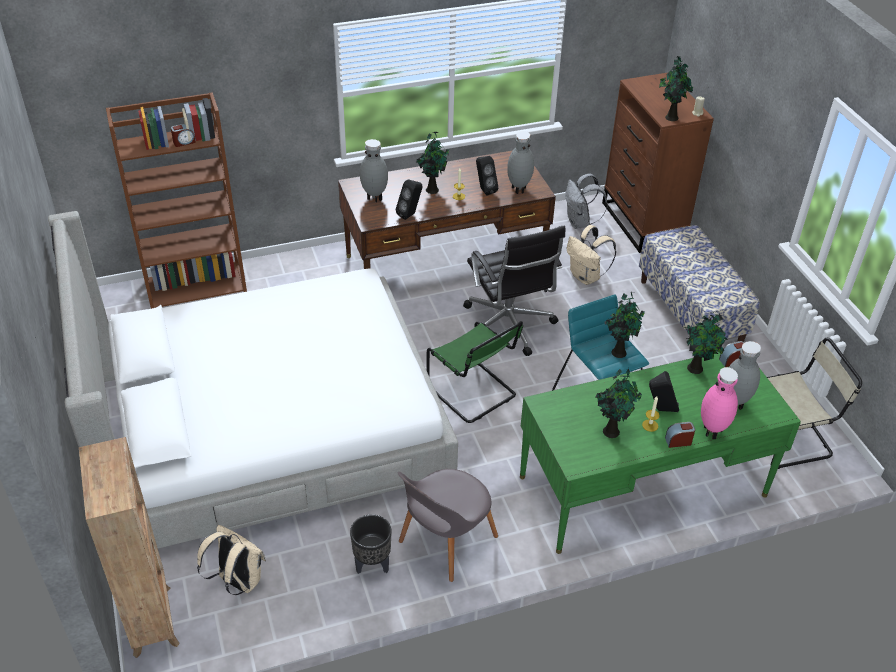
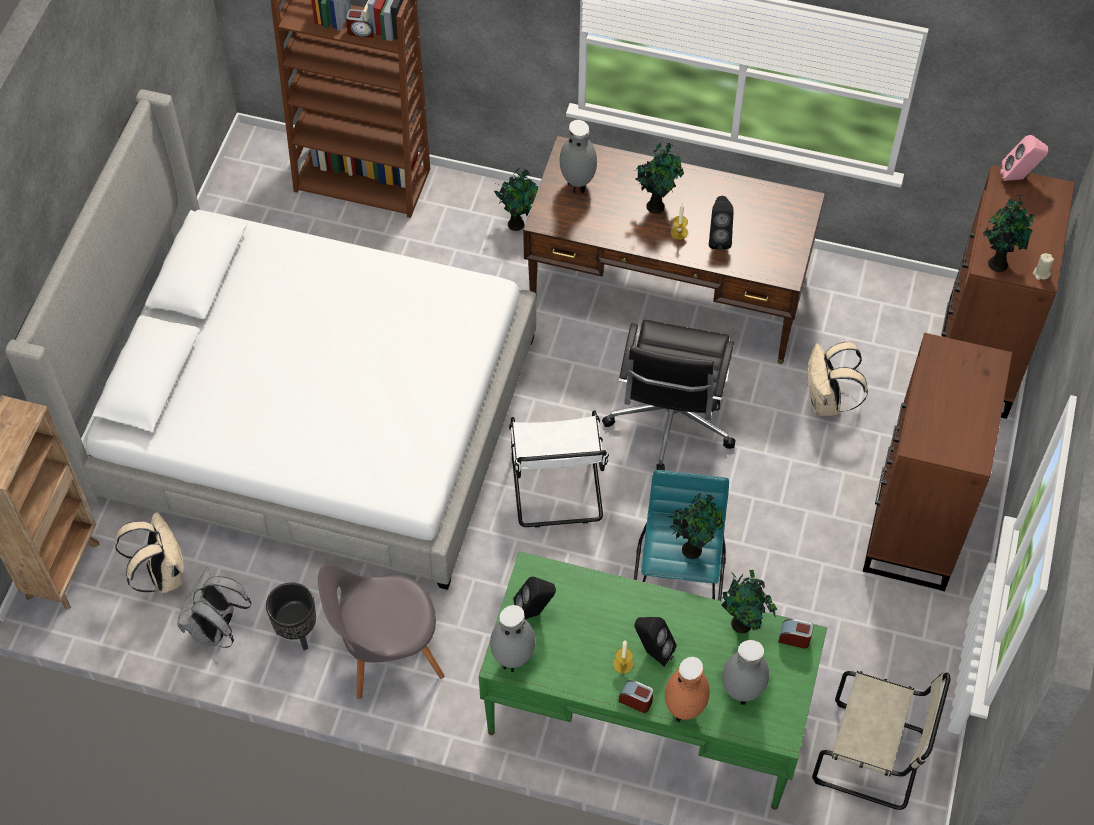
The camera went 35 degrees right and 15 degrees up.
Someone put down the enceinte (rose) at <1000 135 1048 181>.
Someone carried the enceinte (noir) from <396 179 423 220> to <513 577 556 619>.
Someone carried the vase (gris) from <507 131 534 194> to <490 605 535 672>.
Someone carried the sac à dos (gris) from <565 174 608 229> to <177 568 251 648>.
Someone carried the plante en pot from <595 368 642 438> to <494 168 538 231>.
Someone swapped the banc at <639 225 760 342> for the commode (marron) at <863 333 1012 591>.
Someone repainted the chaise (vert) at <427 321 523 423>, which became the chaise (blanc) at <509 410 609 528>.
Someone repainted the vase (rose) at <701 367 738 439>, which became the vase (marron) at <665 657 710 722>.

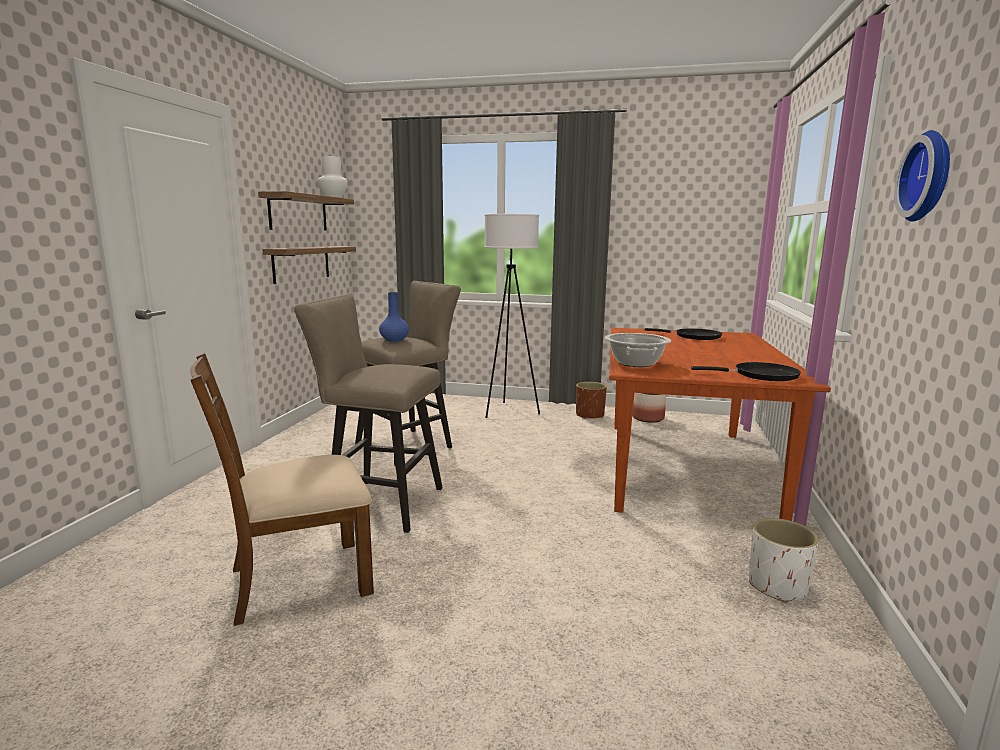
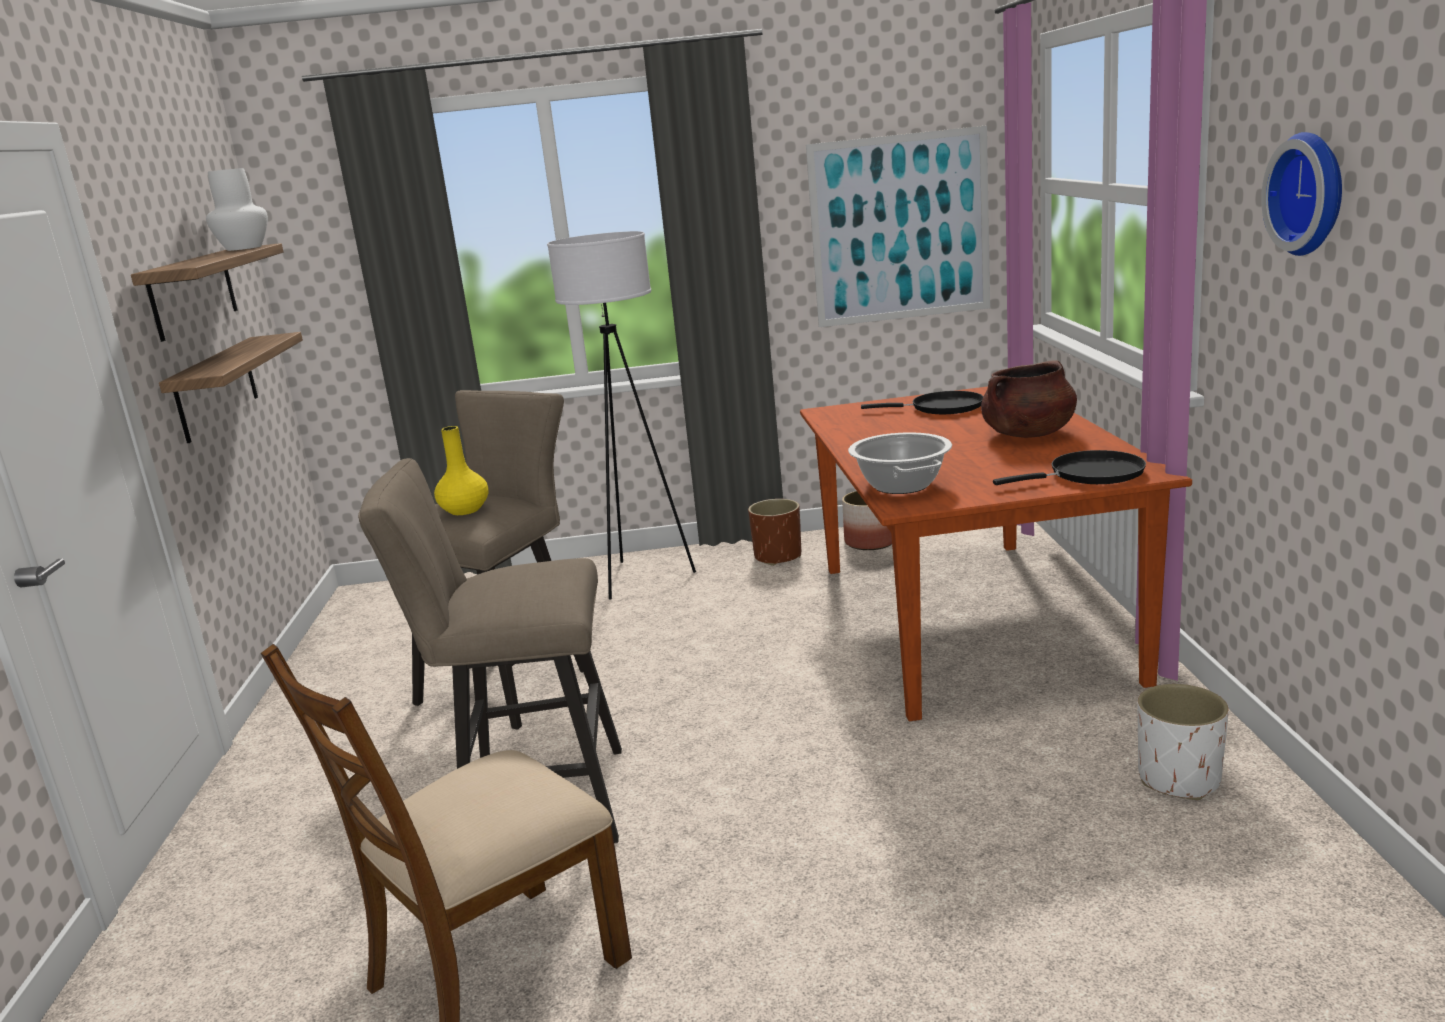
The camera went 15 degrees left and 5 degrees up.
Someone put up the tableau at <806 125 990 327>.
Someone put down the marmite (marron) at <981 360 1077 438>.
Someone repainted the vase (bleu) at <379 292 409 342>, which became the vase (jaune) at <434 426 488 515>.

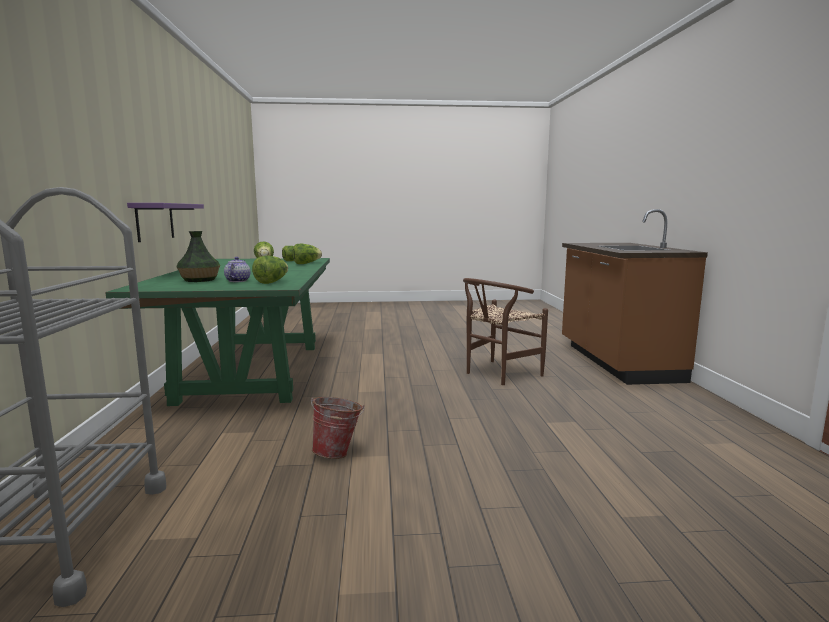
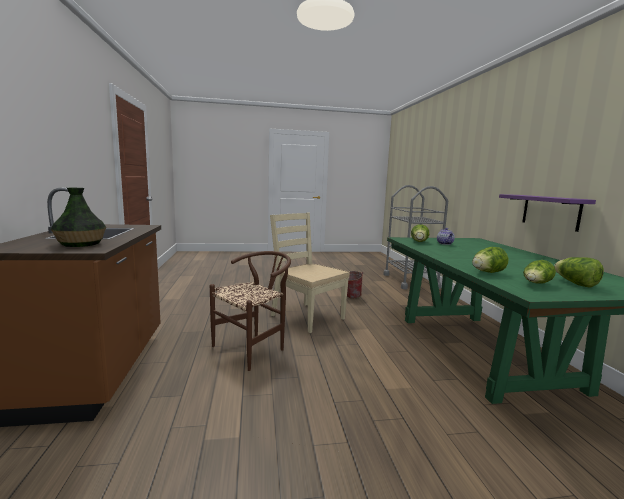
The camera went 175 degrees right and 0 degrees up.
Someone put down the chaise (beige) at <270 213 350 333>.
Someone carried the vase from <176 231 220 282> to <51 188 106 247>.

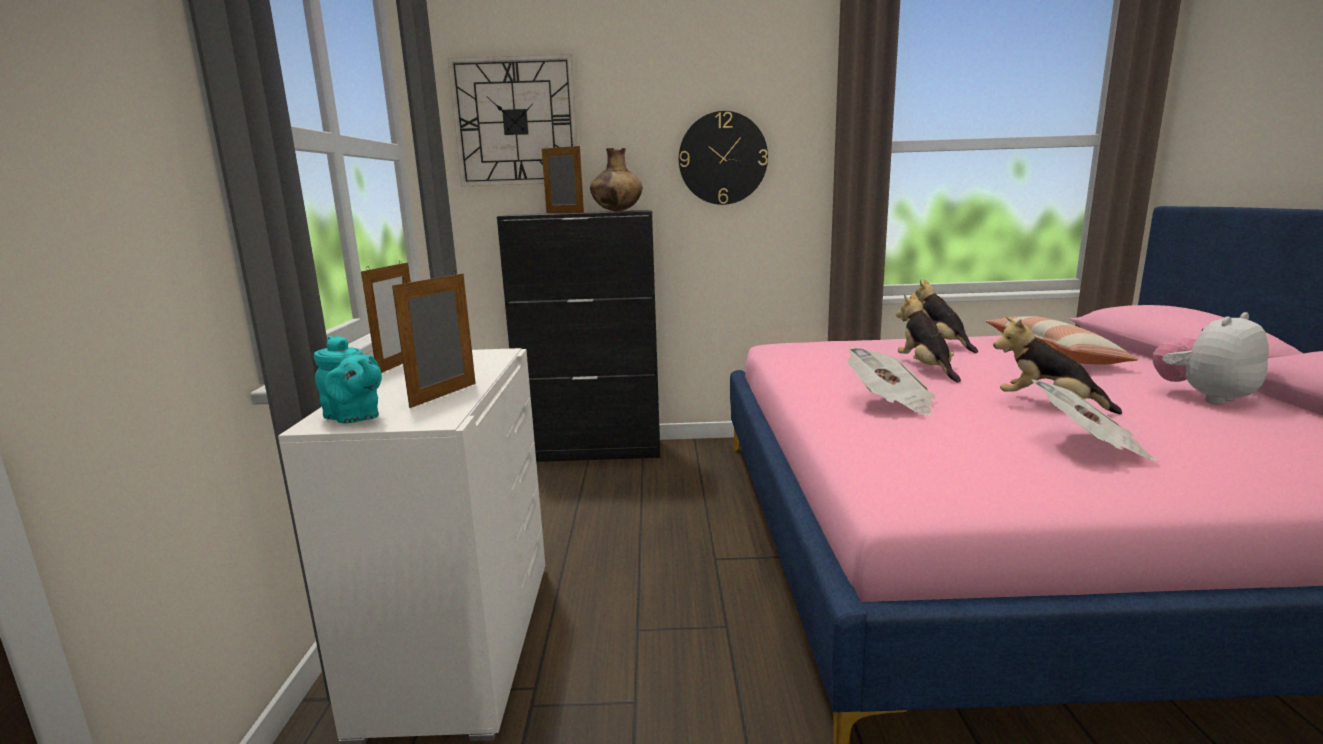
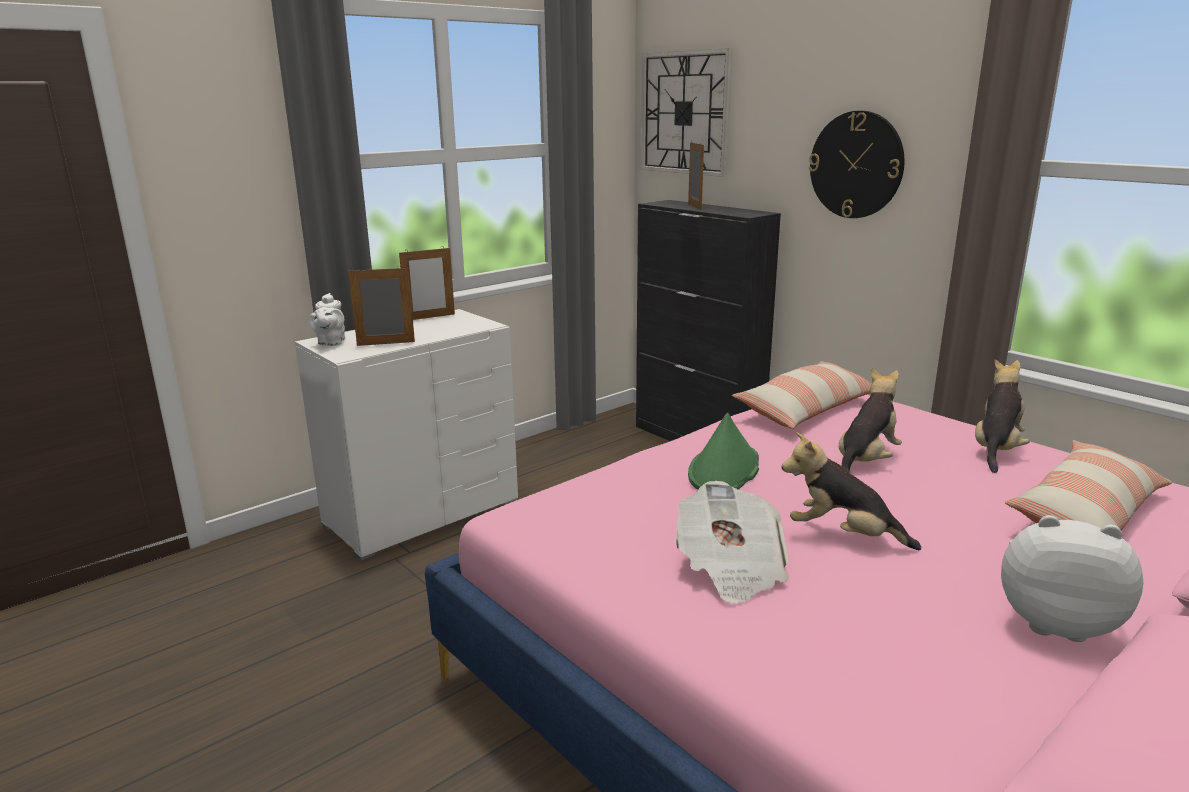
The camera went 50 degrees right and 5 degrees up.
Someone took away the vase (marron) at <590 148 643 211>.
Someone put down the coussin at <732 361 871 429>.
Someone swapped the journal at <847 347 935 416> for the chapeau (vert) at <688 413 759 490>.
Someone repainted the théière (turquoise) at <314 336 382 424>, which became the théière (blanc) at <309 293 345 346>.
Someone rotated the peluche at <993 317 1122 414> by 60 degrees counterclockwise.

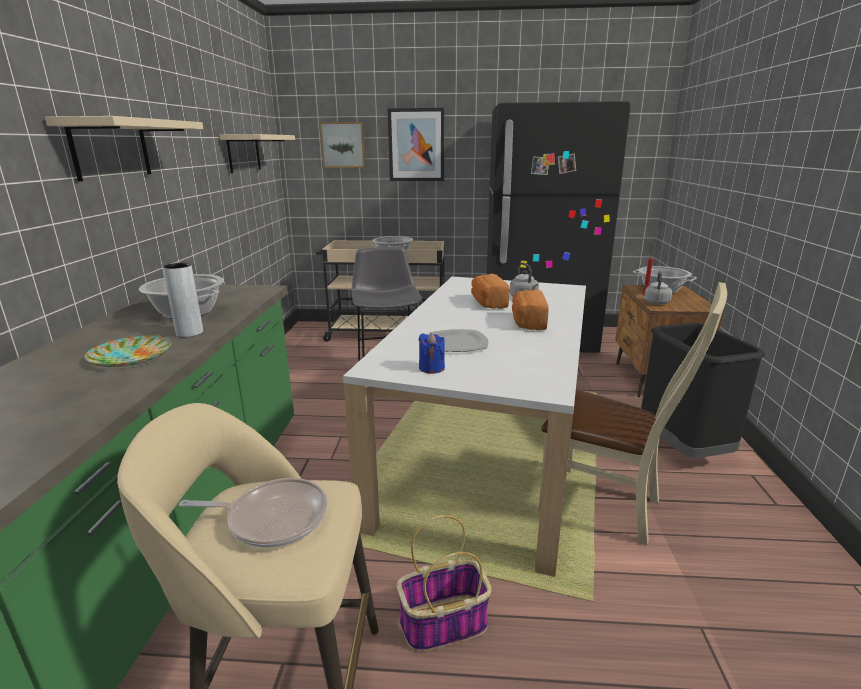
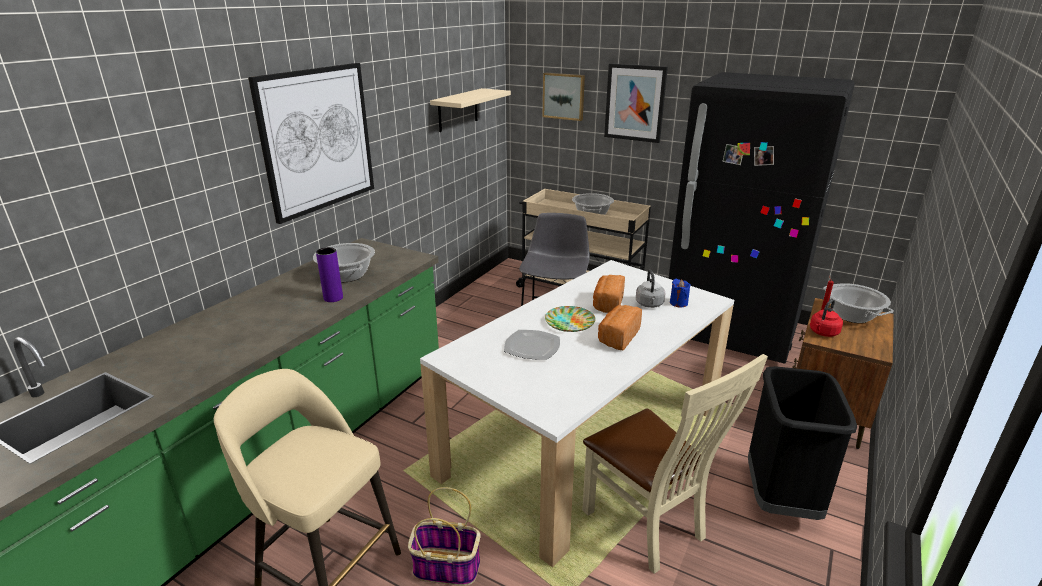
The camera went 25 degrees right and 5 degrees up.
Someone took away the poêle at <179 478 328 548>.
Someone carried the assiette from <84 335 172 367> to <545 306 596 332>.
Someone carried the bougie (bleu) from <418 333 445 374> to <670 279 691 307>.
Someone swapped the étagère (beige) at <45 116 203 182> for the tableau at <248 63 374 224>.
Someone repainted the vase (gris) at <162 263 203 337>, which became the vase (violet) at <316 247 343 302>.
Someone repainted the bouilloire (gris) at <644 271 672 305>, which became the bouilloire (rouge) at <810 299 843 337>.

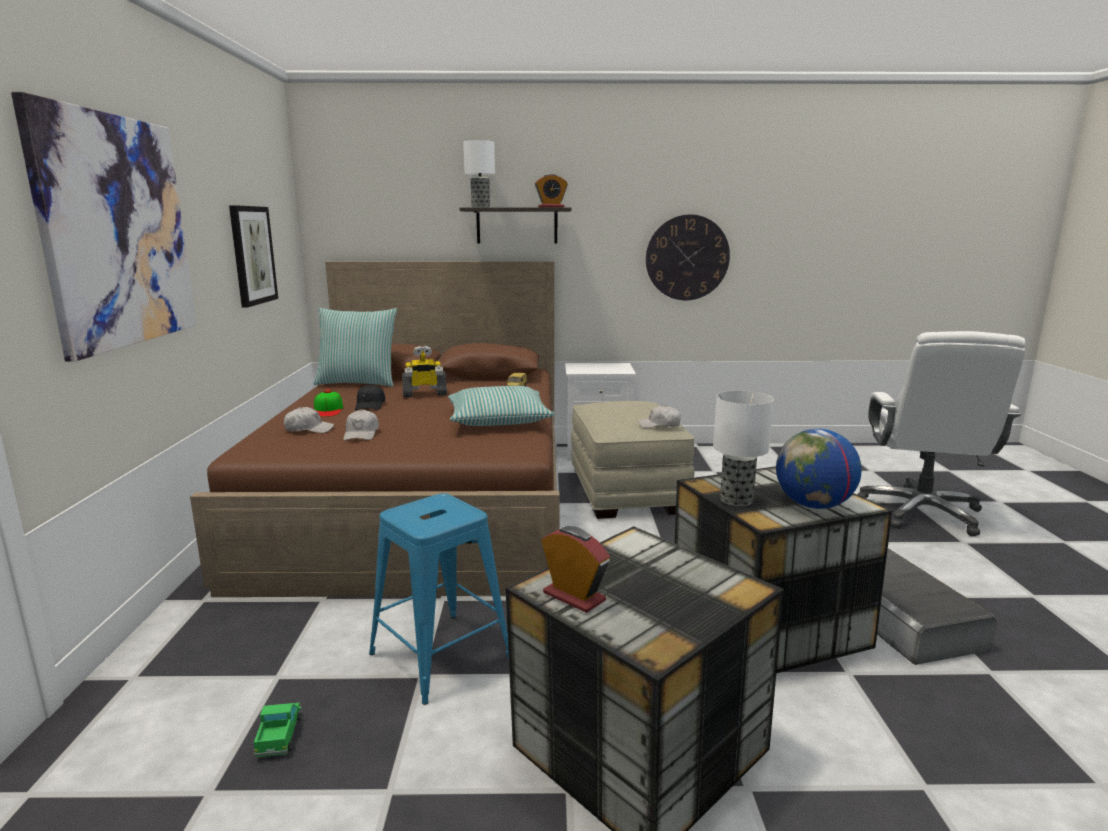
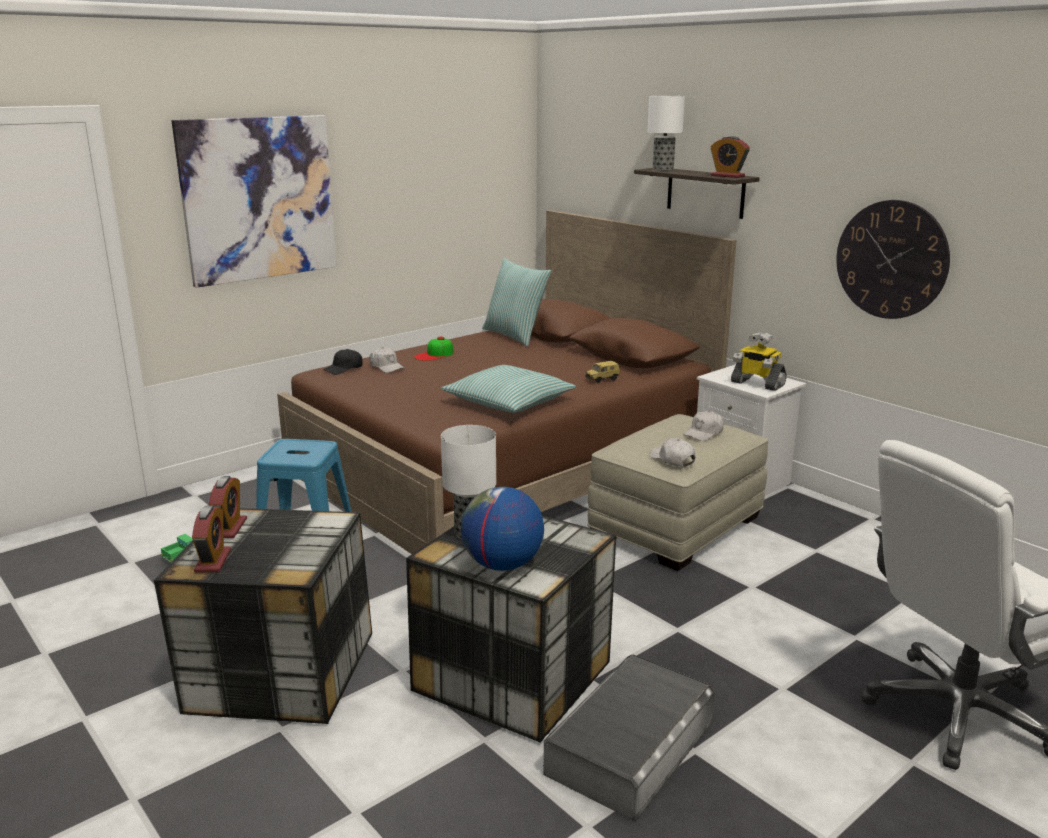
The camera went 50 degrees right and 5 degrees up.
Someone took away the tableau at <229 205 278 308>.
Someone put down the réveil at <192 505 231 573>.
Someone carried the casquette (blanc) from <343 409 379 441> to <683 411 724 441>.
Someone carried the casquette (noir) from <355 384 385 410> to <323 349 363 375>.
Someone carried the robot jouet from <402 346 447 397> to <731 332 787 391>.

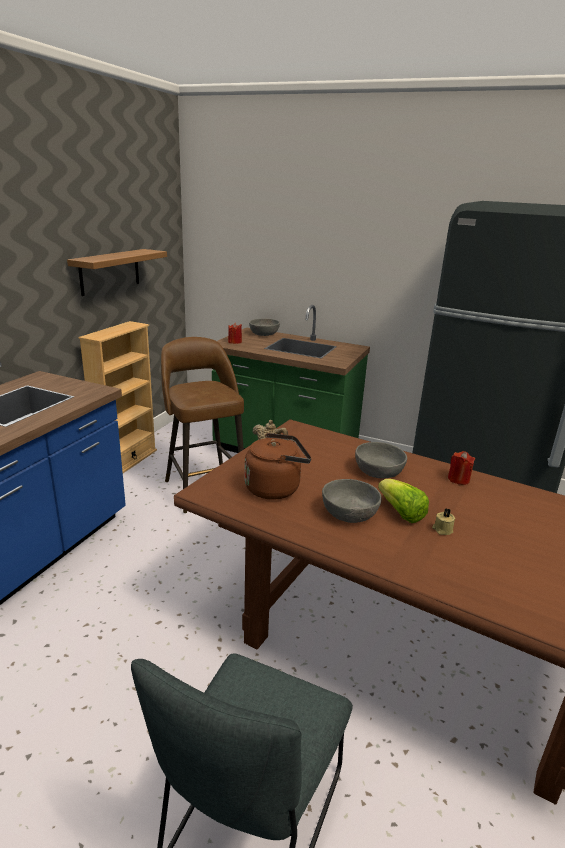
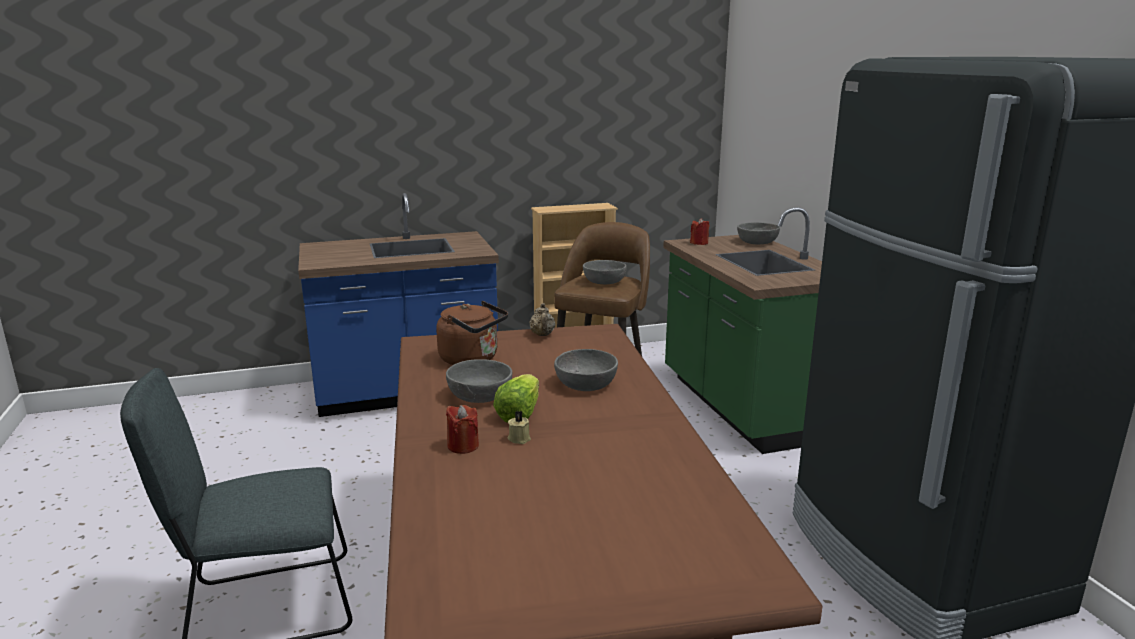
The camera went 50 degrees right and 5 degrees down.
Someone took away the étagère at <67 249 167 296>.
Someone put down the bol (gris) at <583 260 626 284>.
Someone carried the bougie (rouge) from <448 451 475 485> to <446 405 479 454>.

